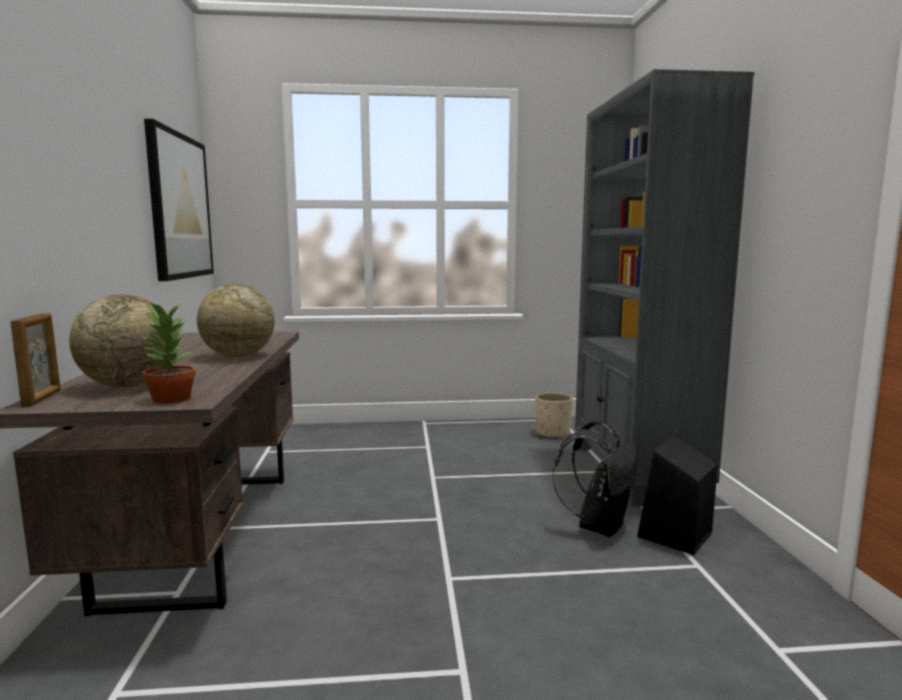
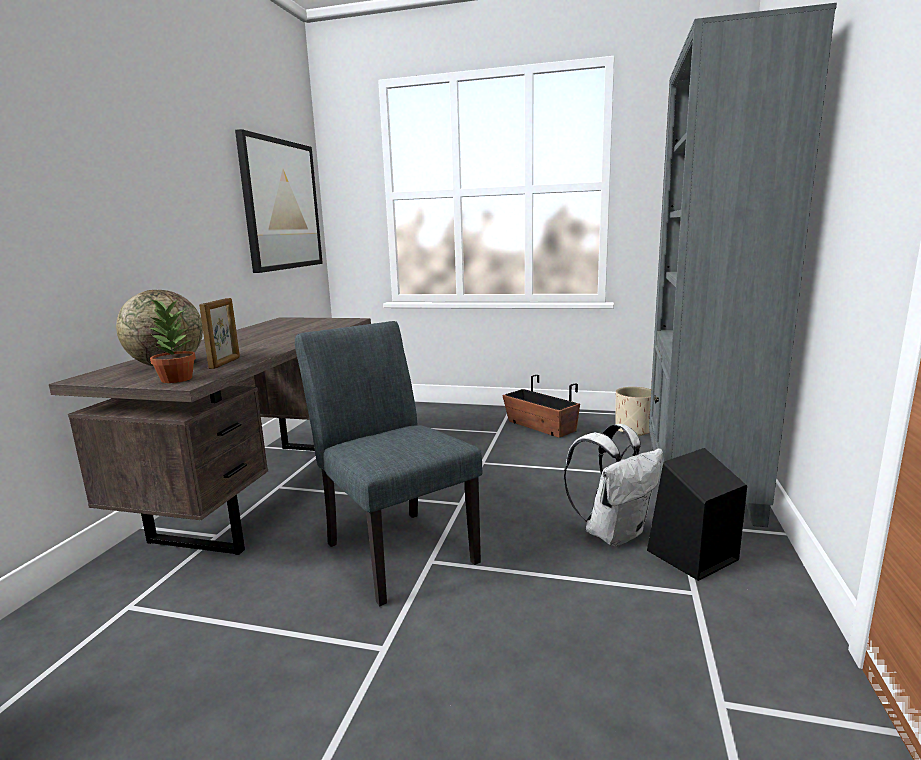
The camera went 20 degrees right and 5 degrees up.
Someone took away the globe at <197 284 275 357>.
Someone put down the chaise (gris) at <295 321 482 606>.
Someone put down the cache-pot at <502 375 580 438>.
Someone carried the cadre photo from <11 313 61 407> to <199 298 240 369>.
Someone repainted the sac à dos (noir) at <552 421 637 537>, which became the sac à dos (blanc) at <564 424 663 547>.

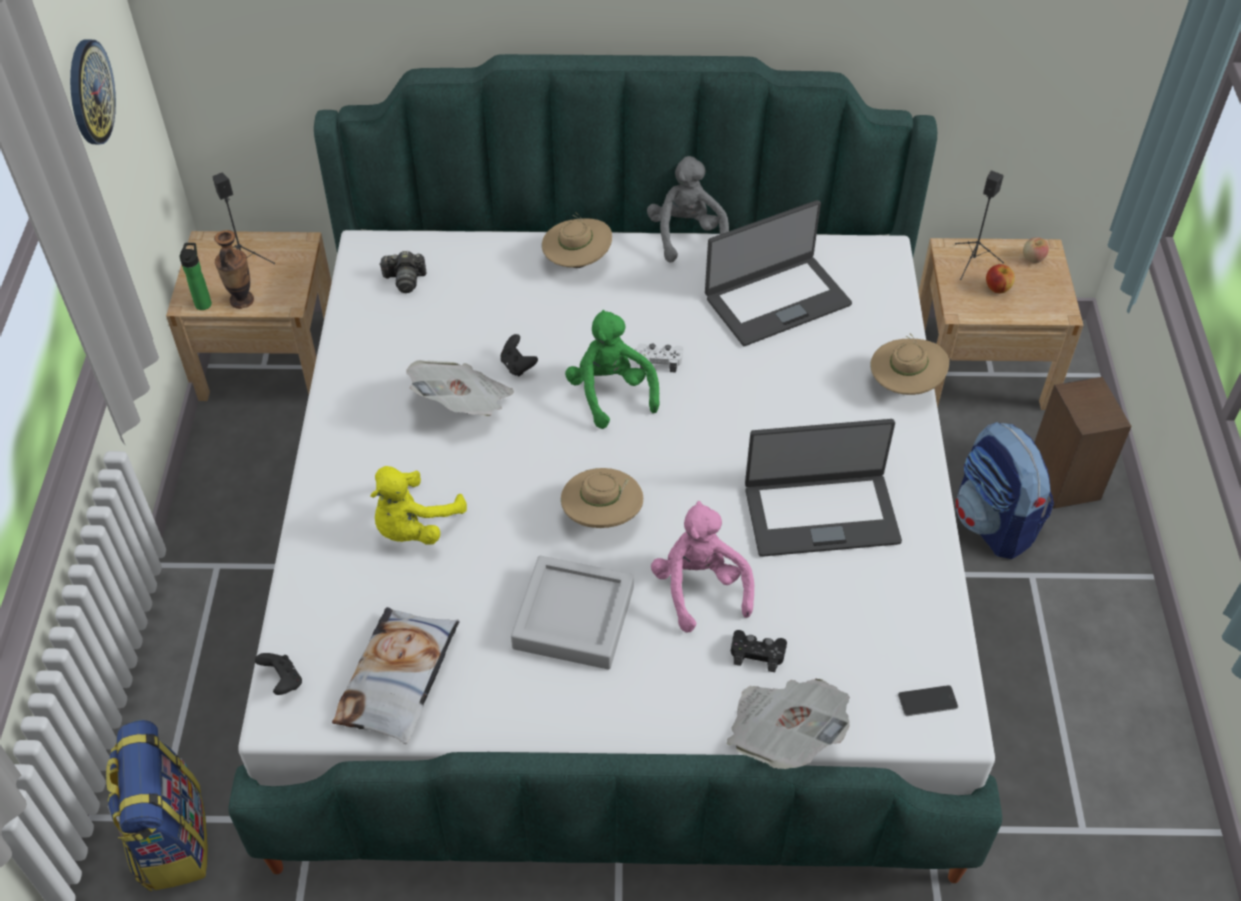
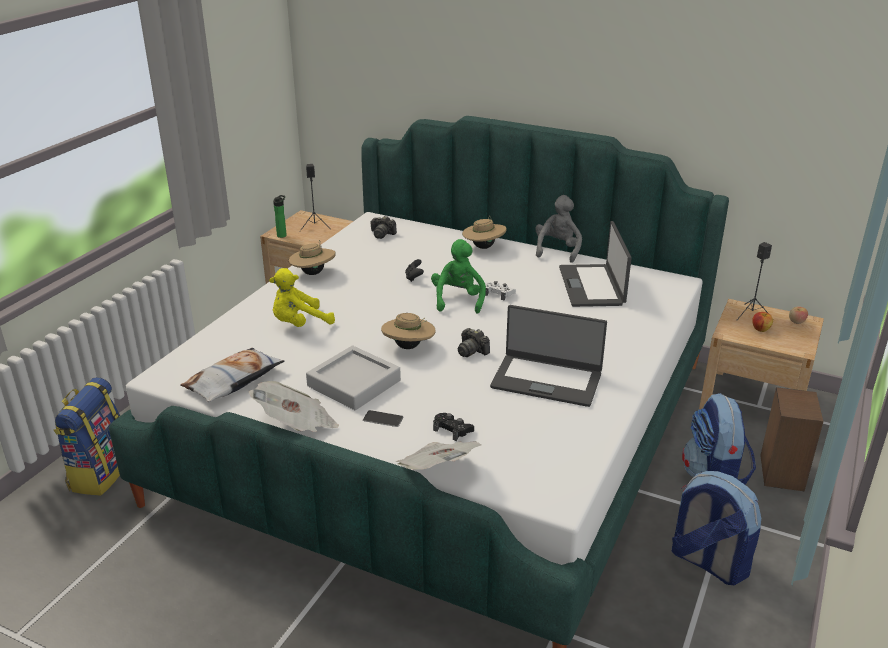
The camera went 25 degrees right and 20 degrees down.
Someone took away the horloge murale at <70 40 116 144>.
Someone took away the vase at <214 230 254 309>.
Someone took away the manette (noir) at <255 653 302 695>.
Someone took away the peluche (rose) at <651 501 754 633>.
Someone put down the appareil photo at <458 328 490 357>.
Someone put down the sac à dos at <671 471 761 585>.
Someone carried the journal from <406 360 514 417> to <249 381 339 432>.
Someone carried the chapeau (beige) from <870 334 949 395> to <289 240 336 275>.
Someone carried the téléphone from <898 685 958 716> to <363 410 403 427>.
Someone rotated the ordinateur portable at <705 200 852 346> by 90 degrees clockwise.

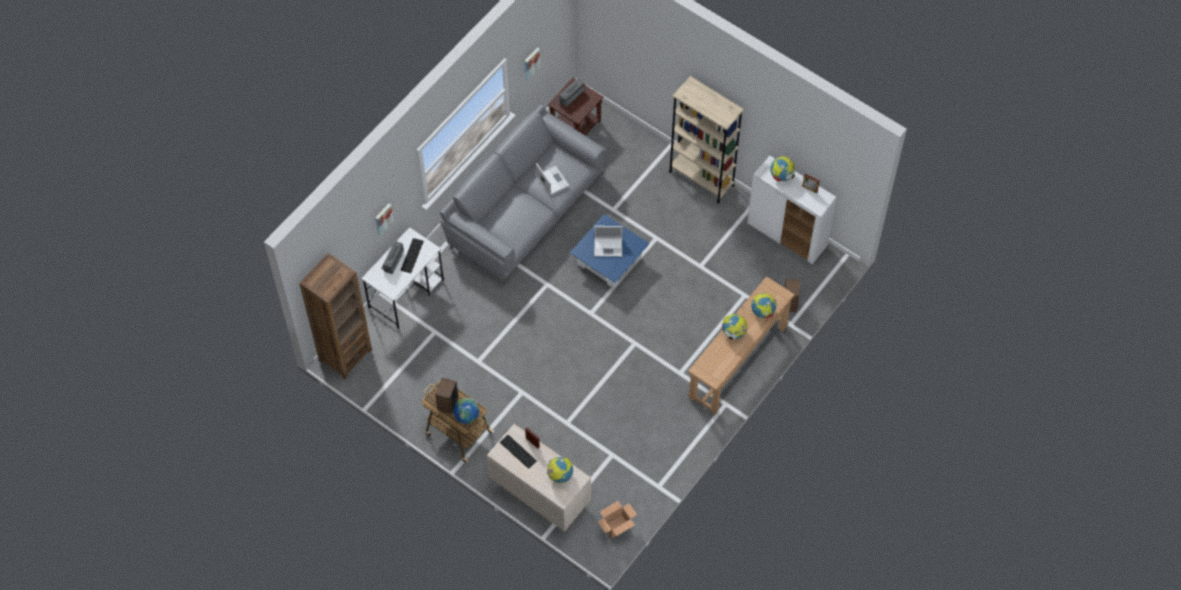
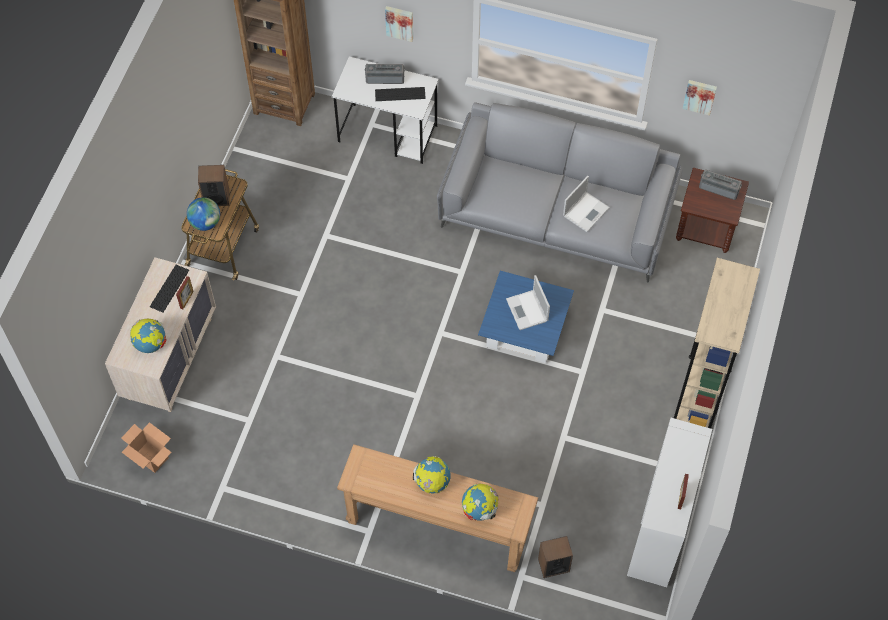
The camera went 70 degrees right and 0 degrees up.
Someone took away the globe at <770 157 795 182>.

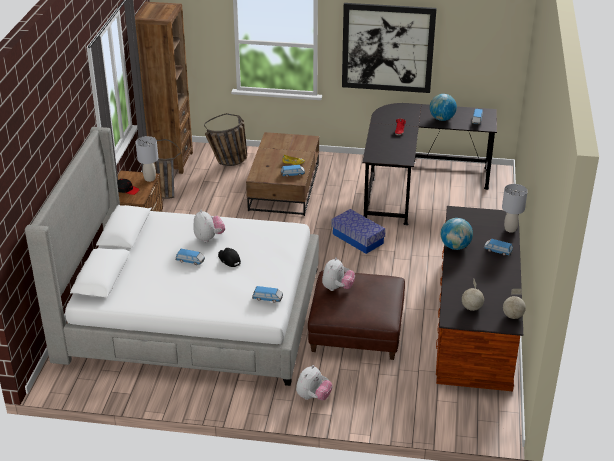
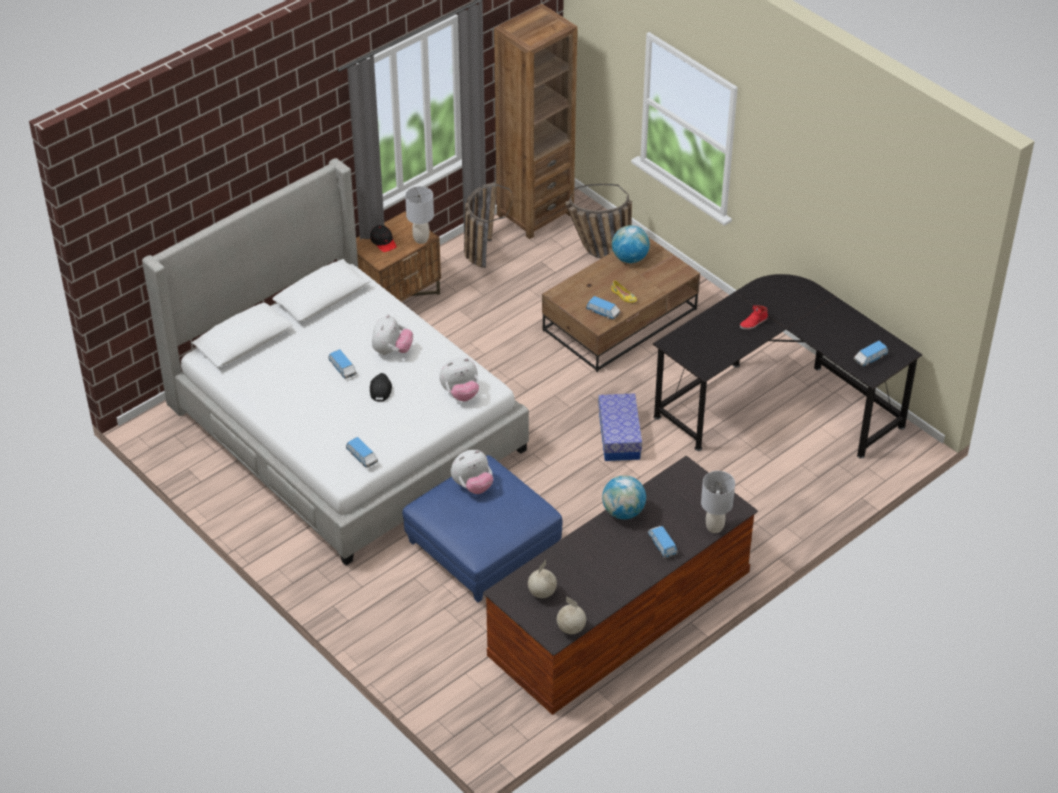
The camera went 40 degrees right and 10 degrees up.
Someone took away the tableau at <342 3 437 93>.
Someone carried the peluche from <296 365 332 400> to <439 358 479 401>.
Someone carried the globe from <430 94 457 121> to <612 225 650 263>.
Someone repainted the pouf (marron) at <308 271 405 360>, which became the pouf (bleu) at <402 455 562 603>.

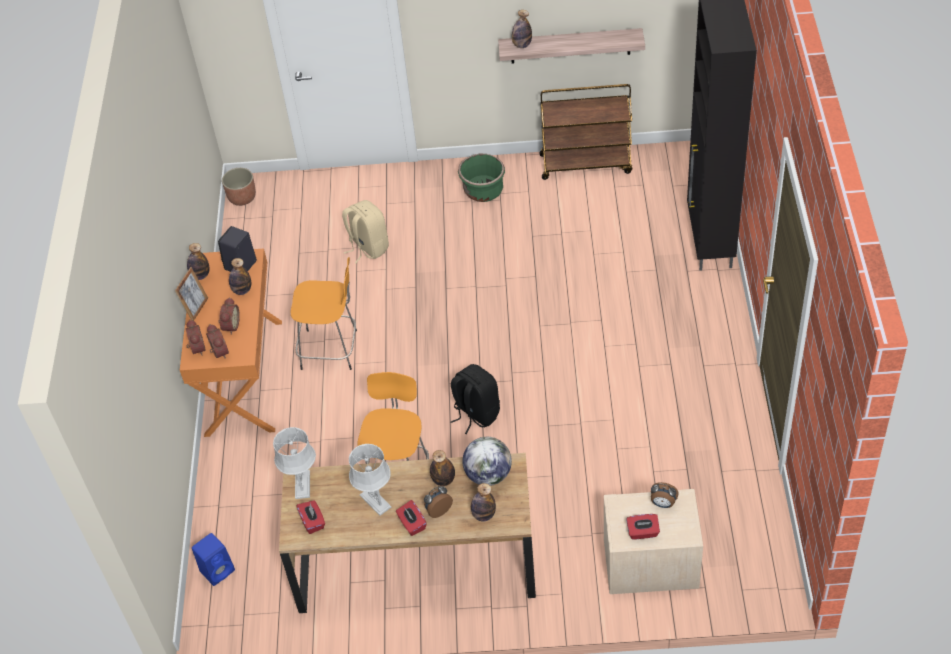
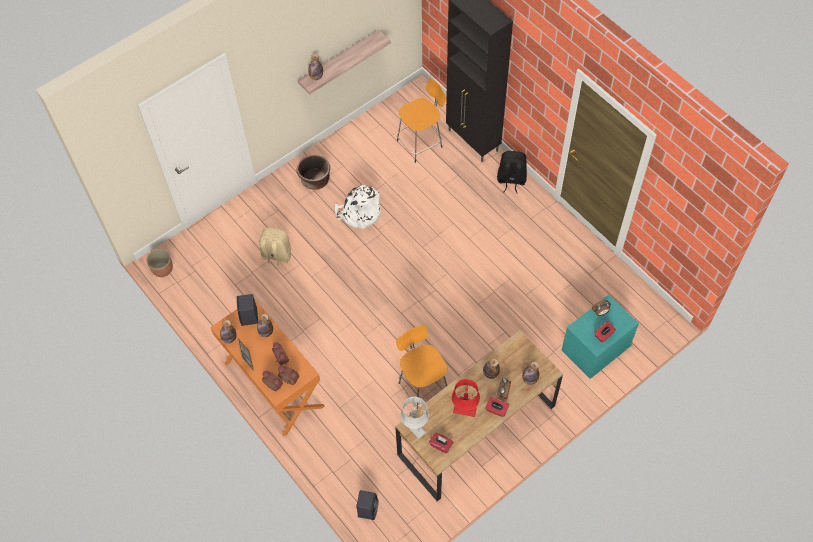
The camera went 40 degrees left and 10 degrees up.
Someone took away the globe at <462 437 512 486>.
Someone took away the chariot (marron) at <540 84 632 180>.
Someone put down the sac à dos (blanc) at <335 185 381 229>.
Someone carried the tabouret (orange) from <290 257 357 370> to <397 78 446 163>.
Someone carried the sac à dos (noir) from <451 364 500 434> to <497 151 527 194>.
Someone repainted the enceinte (bleu) at <192 533 235 586>, which became the enceinte (noir) at <356 490 379 520>.
Someone repainted the lampe de table (gris) at <349 444 391 516>, which became the lampe de table (rouge) at <452 379 480 417>.
Someone repainted the cache-pot (vert) at <458 154 505 202>, which became the cache-pot (marron) at <296 155 330 190>.
Someone repainted the table de chevet (beige) at <604 489 703 594>, which became the table de chevet (turquoise) at <562 295 639 379>.

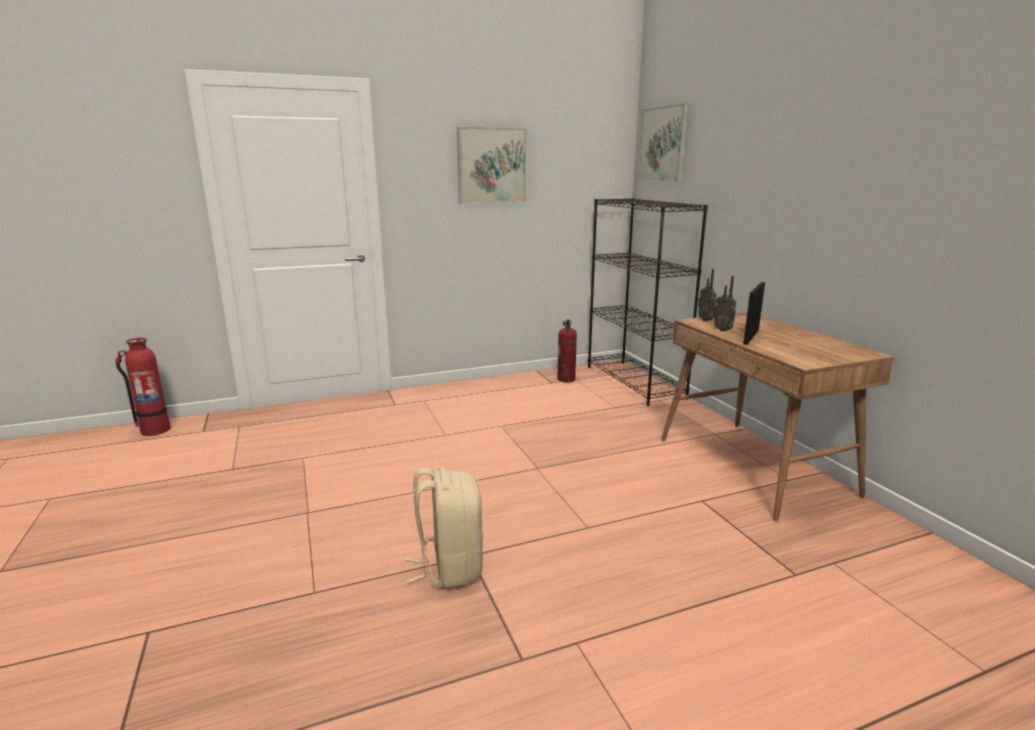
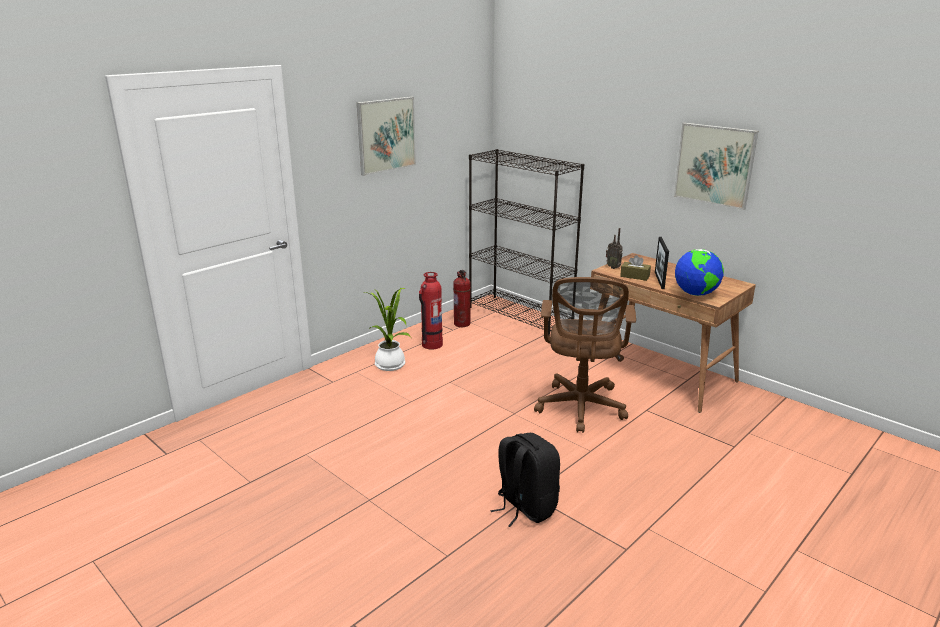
The camera went 25 degrees left and 5 degrees up.
Someone put down the plante en pot at <365 288 411 371>.
Someone put down the chaise de bureau (marron) at <534 277 636 433>.
Someone put down the globe at <675 249 724 296>.
Someone carried the extincteur from <115 338 171 436> to <419 272 443 350>.
Someone carried the tableau from <638 103 688 183> to <674 123 758 210>.
Someone swapped the radio at <712 276 736 332> for the boîte à mouchoirs (marron) at <620 255 651 281>.
Someone repainted the sac à dos (beige) at <405 468 483 589>, which became the sac à dos (noir) at <490 433 560 527>.

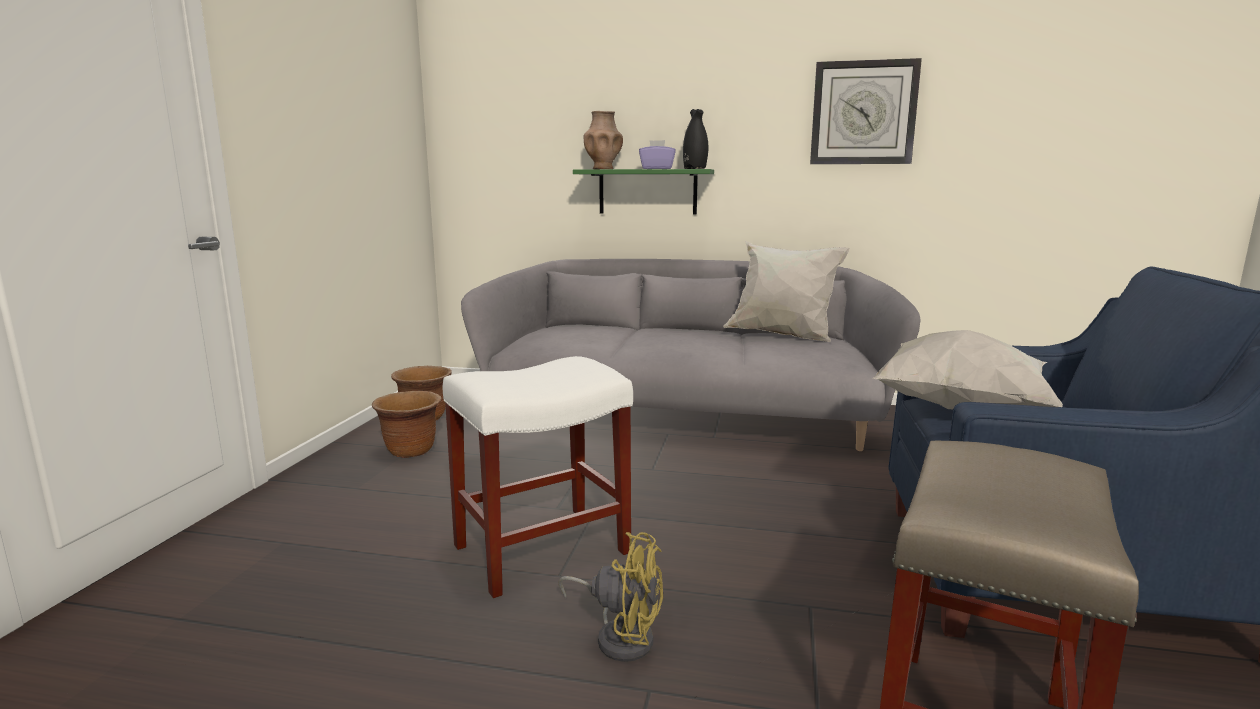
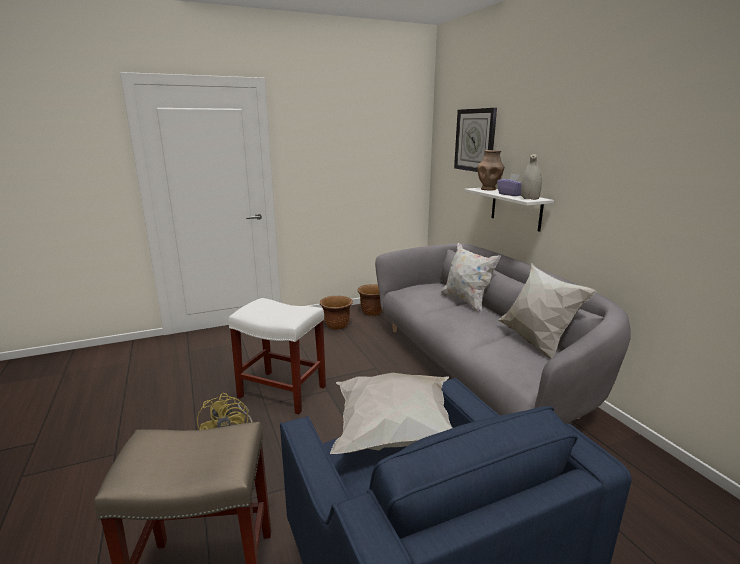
The camera went 55 degrees right and 5 degrees up.
Someone put down the coussin (blanc) at <441 243 501 314>.
Someone carried the horloge murale from <810 58 922 164> to <454 108 497 172>.
Someone repainted the étagère (vert) at <573 169 714 215>, which became the étagère (blanc) at <464 188 554 232>.
Someone repainted the vase (noir) at <683 109 708 169>, which became the vase (blanc) at <521 154 542 200>.

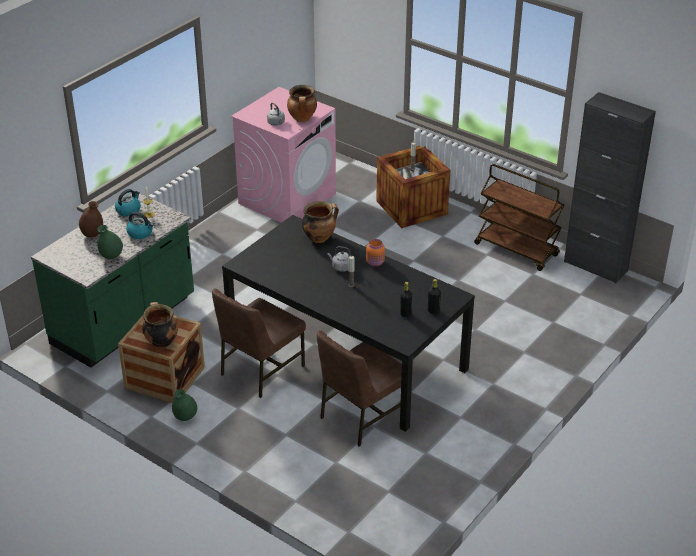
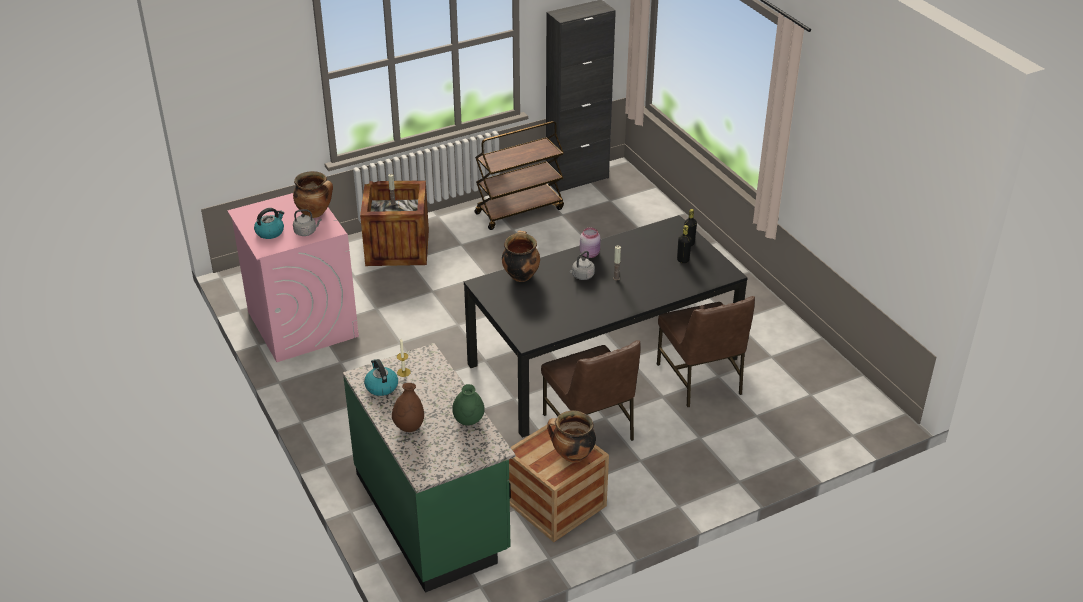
The camera went 65 degrees left and 0 degrees up.
Someone took away the vase (vert) at <172 389 197 421>.
Someone carried the bouilloire from <126 212 154 239> to <254 208 284 239>.
Someone repainted the bocal (orange) at <366 239 385 267>, which became the bocal (rose) at <580 228 601 258>.

